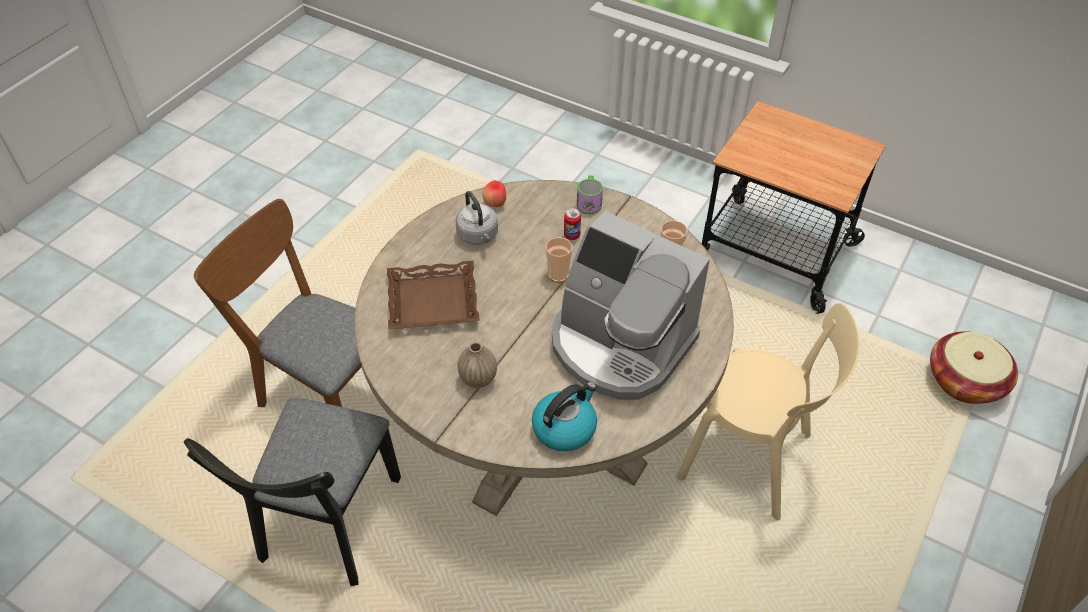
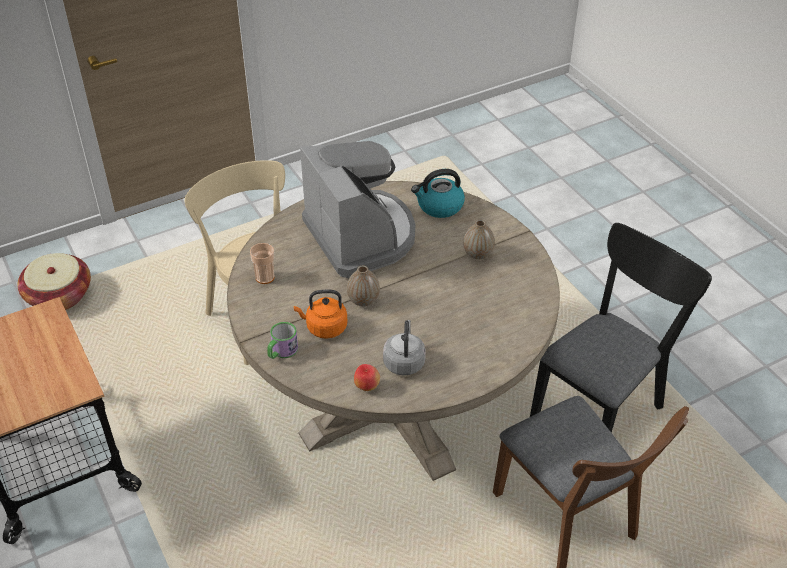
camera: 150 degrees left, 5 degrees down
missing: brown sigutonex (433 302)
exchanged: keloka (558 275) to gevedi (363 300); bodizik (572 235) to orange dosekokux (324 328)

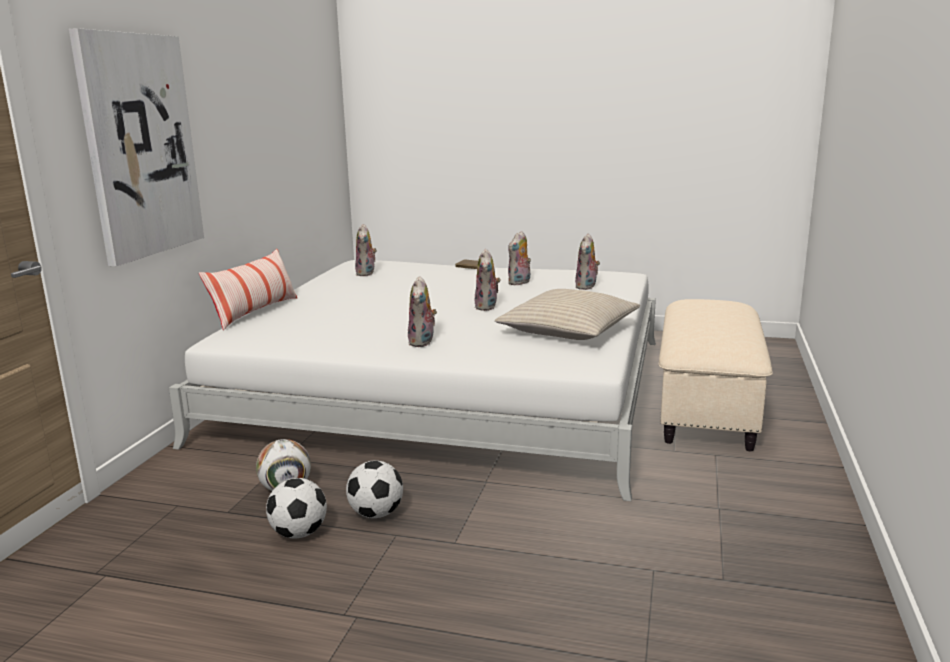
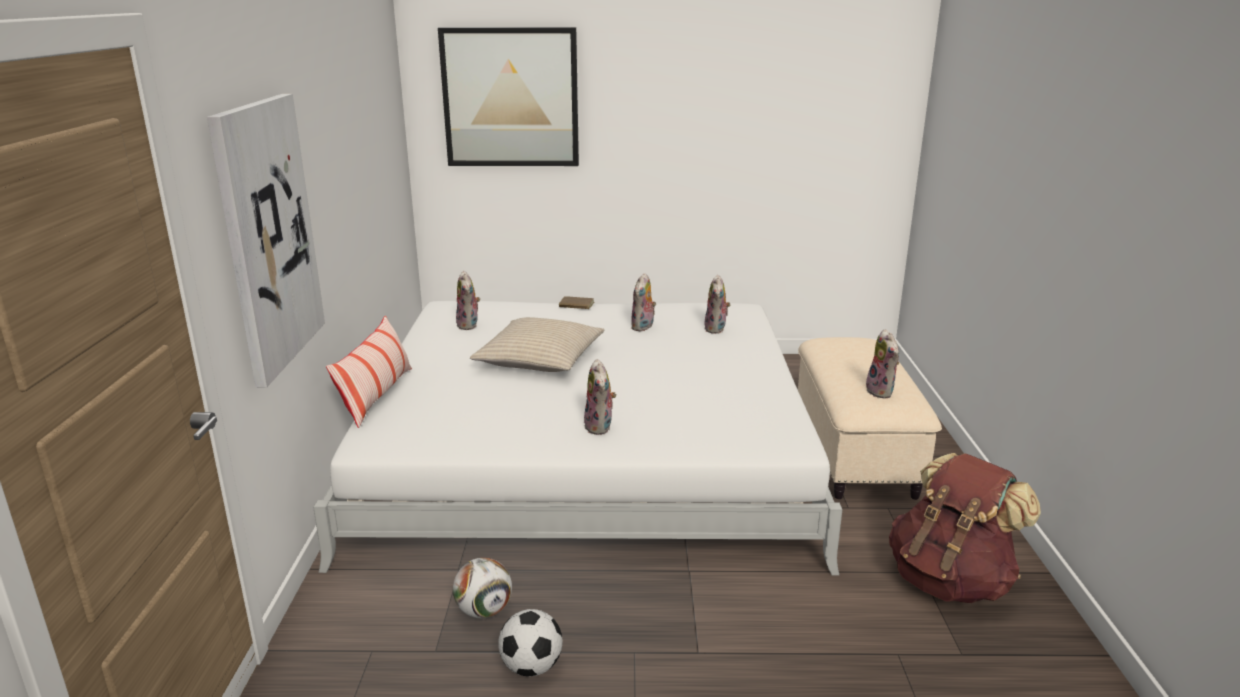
camera: 15 degrees left, 5 degrees up
missing: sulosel (376 514)
appeared: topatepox (510 98); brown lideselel (950 581)
relocated: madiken (487 307) to (882 392); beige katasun (568 330) to (539 359)

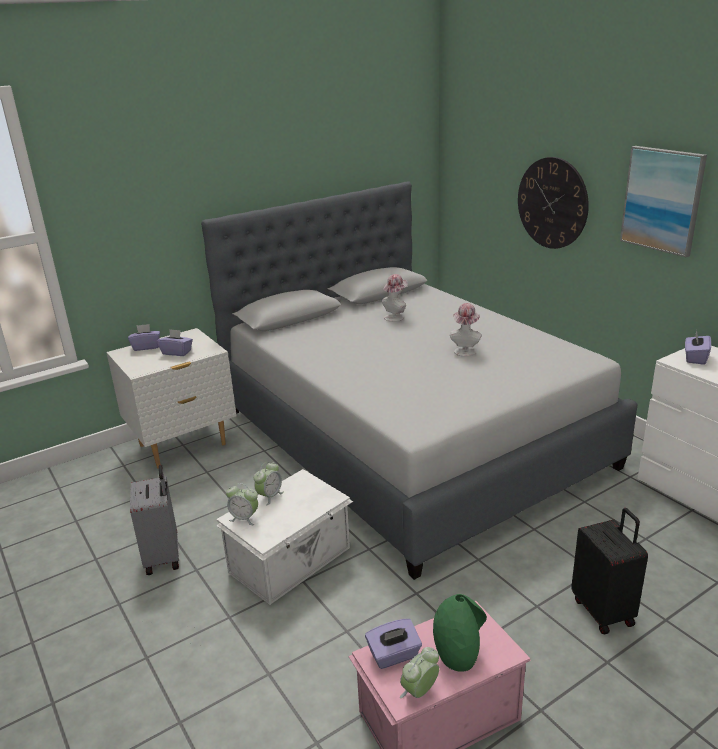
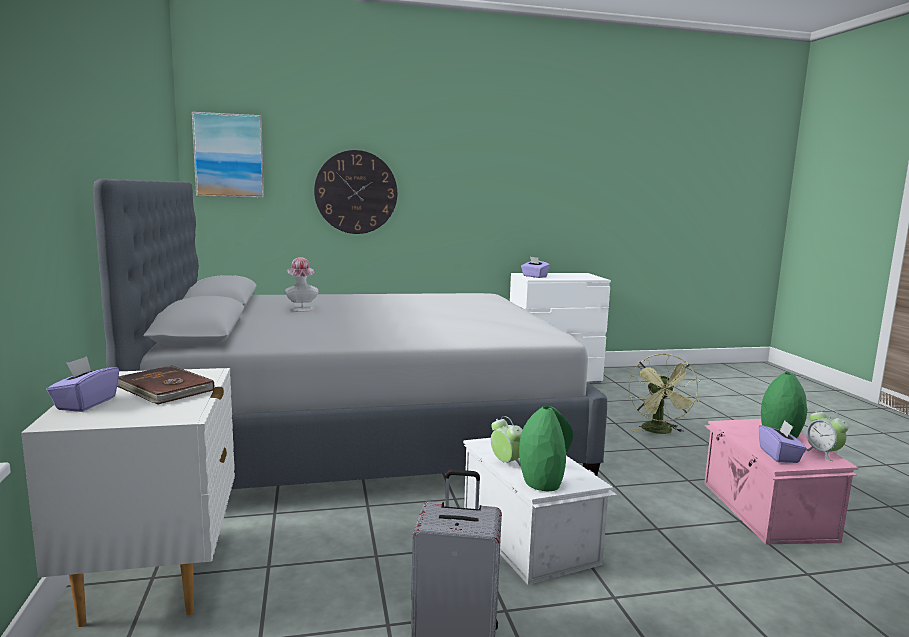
camera: 70 degrees left, 15 degrees down
missing: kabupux (465 350)
relocated: topatepox (662 200) to (229 156)
exchanged: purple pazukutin (177 352) to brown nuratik (164 389); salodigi (244 518) to green gevedi (543 482); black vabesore (604 611) to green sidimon (660 431)

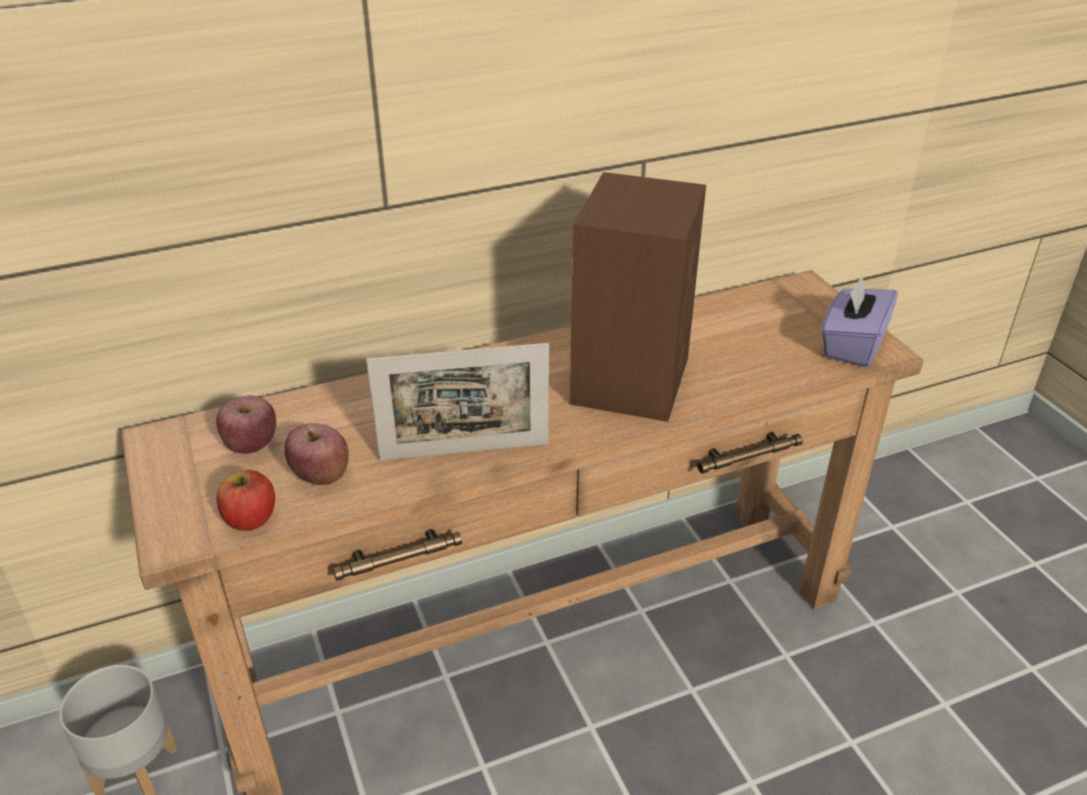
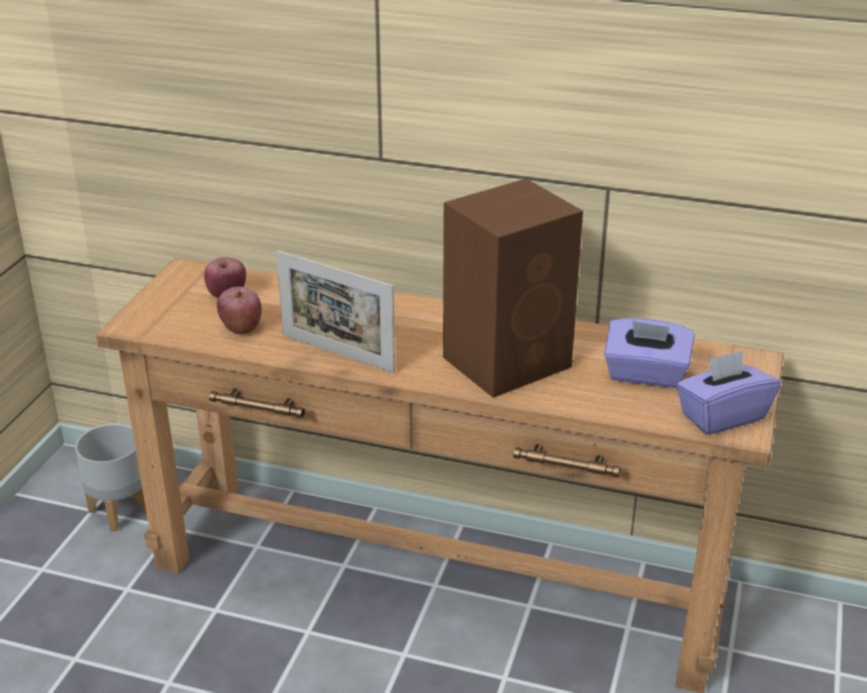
camera: 40 degrees right, 5 degrees down
missing: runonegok (250 518)
appeared: purple pazukutin (645 375)

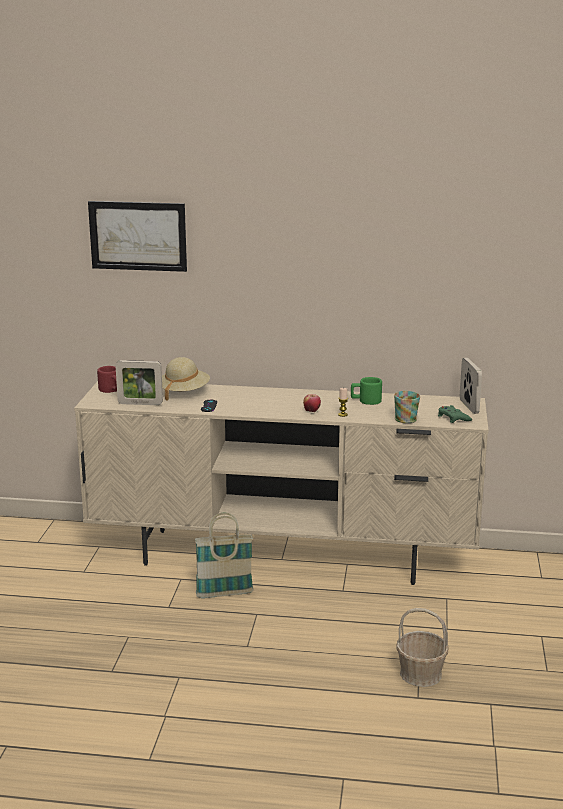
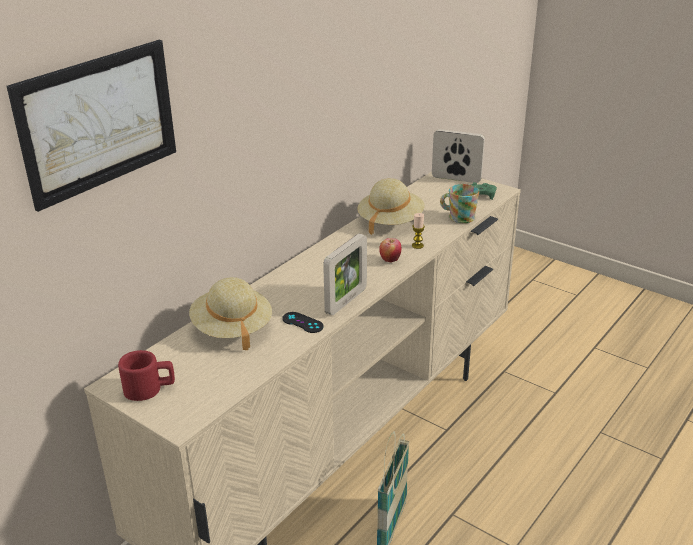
camera: 60 degrees left, 10 degrees up
missing: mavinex (421 674)
relocated: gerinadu (140 403) to (346 301)
exchanged: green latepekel (365 401) to beige kabupux (390 221)

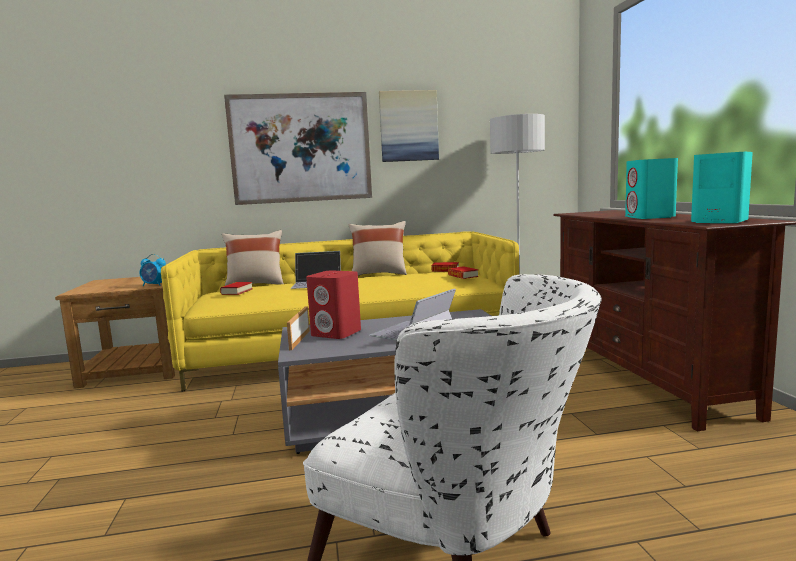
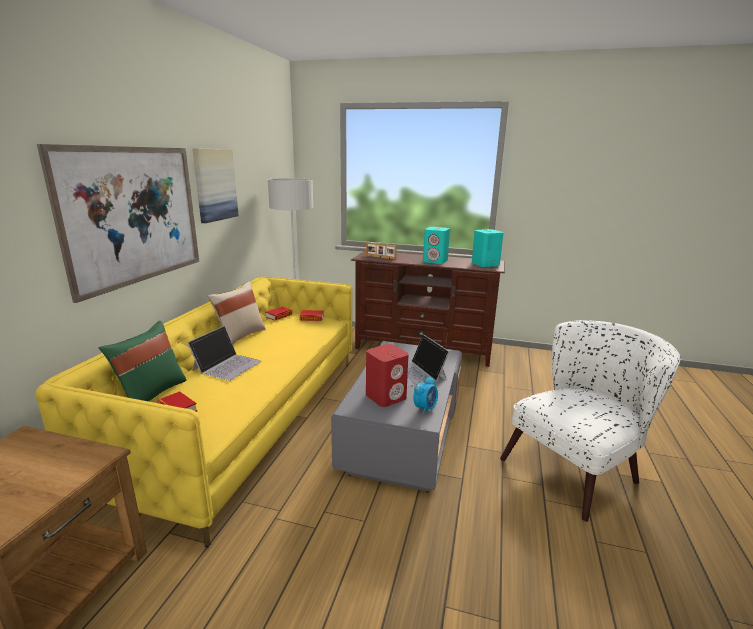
camera: 65 degrees left, 10 degrees up
relocated: salodigi (154 285) to (425 408); gerinadu (298 340) to (380 257)
colour: beige katasun (255 285) to green katasun (151 394)

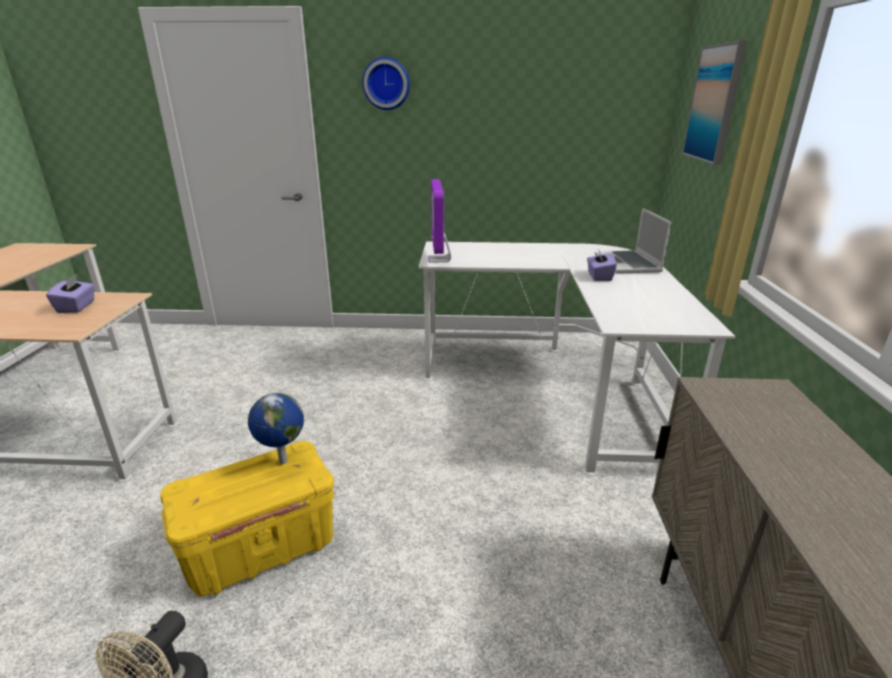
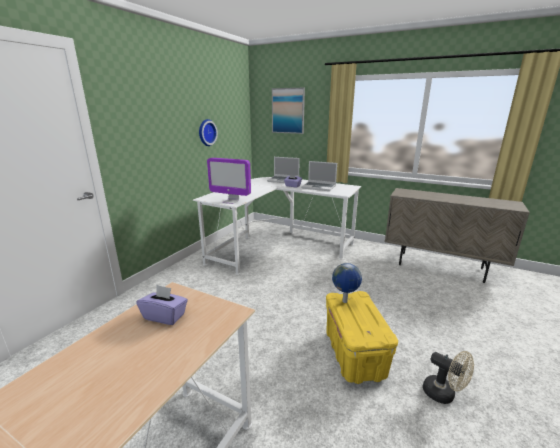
camera: 65 degrees left, 5 degrees down
appeared: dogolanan (319 187)
relocated: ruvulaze (386 84) to (206 132)

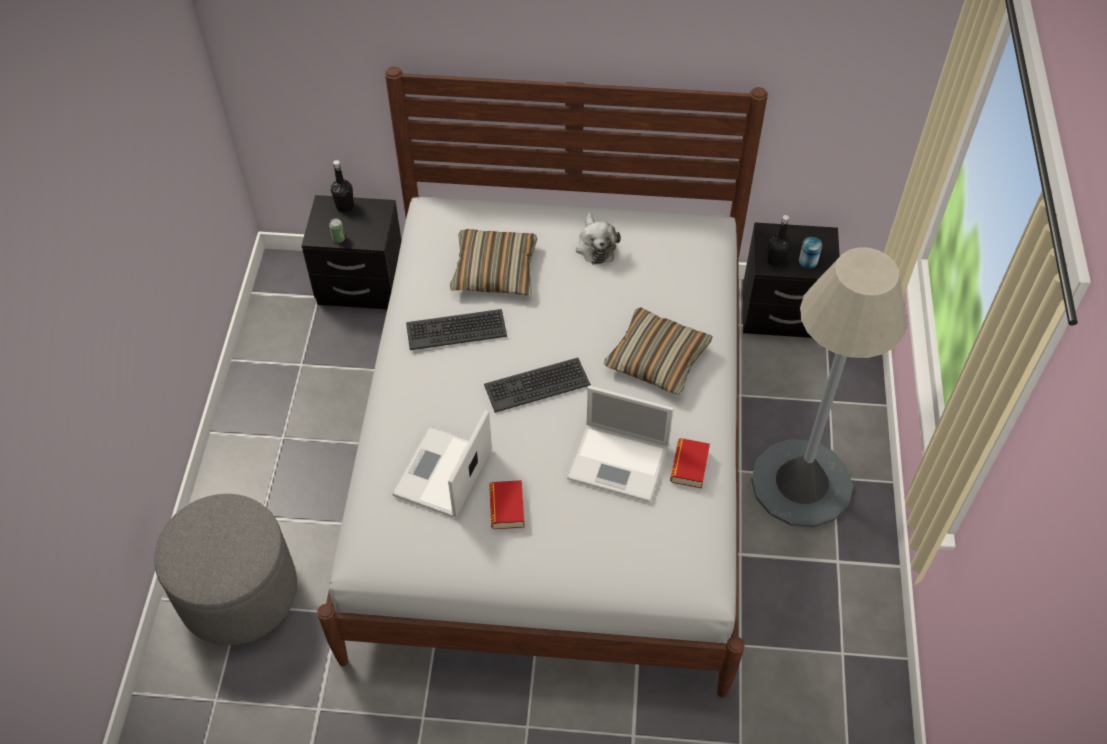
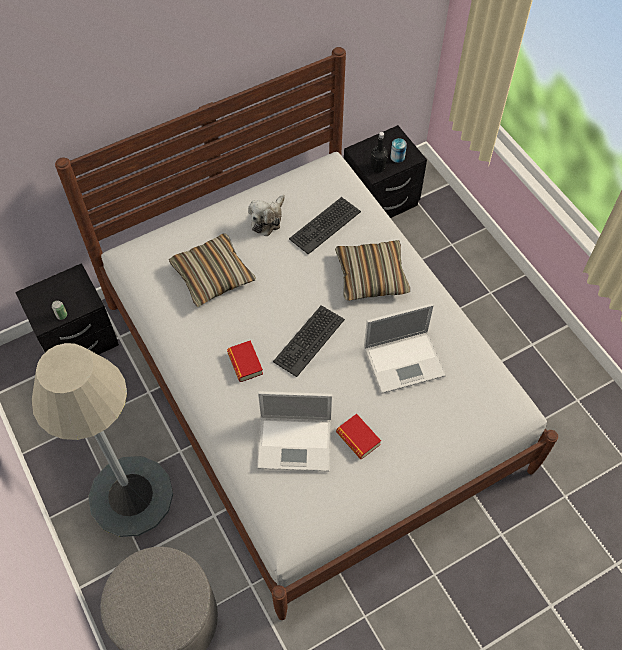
camera: 35 degrees left, 5 degrees up
missing: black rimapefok (345 206)
relocated: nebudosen (456 329) to (324 225); nuratik (689 466) to (245 363); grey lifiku (801 484) to (131 496)
spun: dogolanan (442 474) = (296 443) 75 degrees counterclockwise; madiken (595 246) = (267 219) 75 degrees clockwise

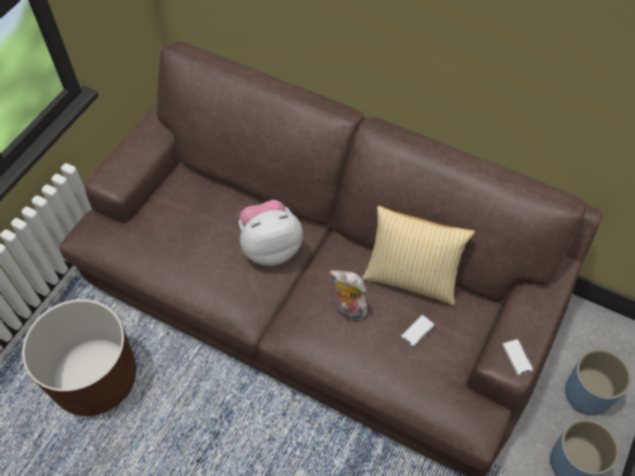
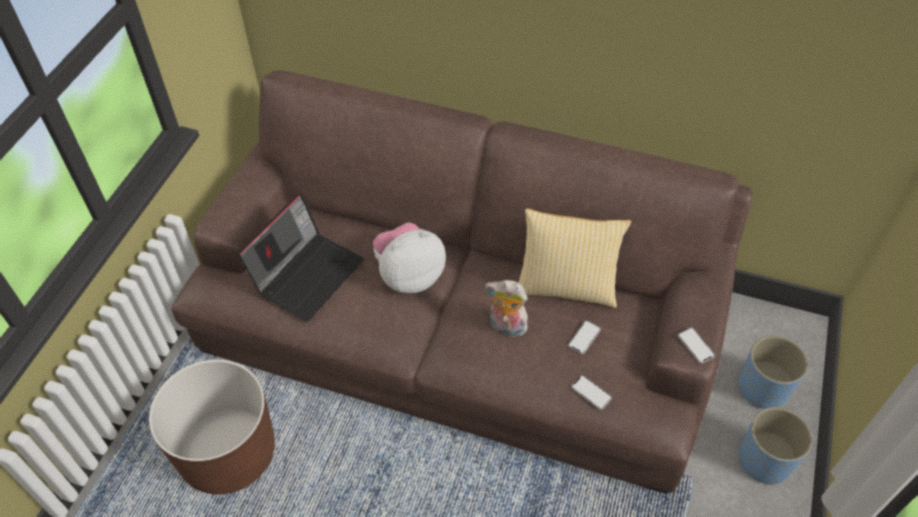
camera: 10 degrees left, 5 degrees down
appeared: dogolanan (307 273); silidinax (591 392)

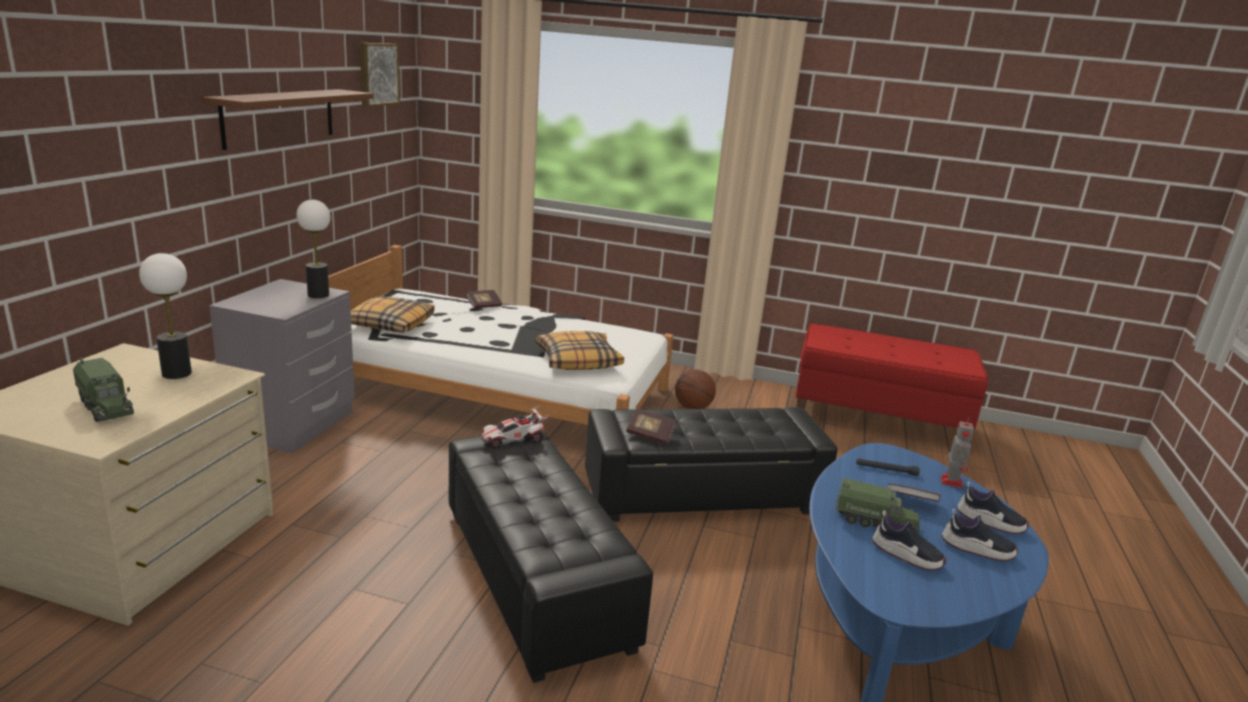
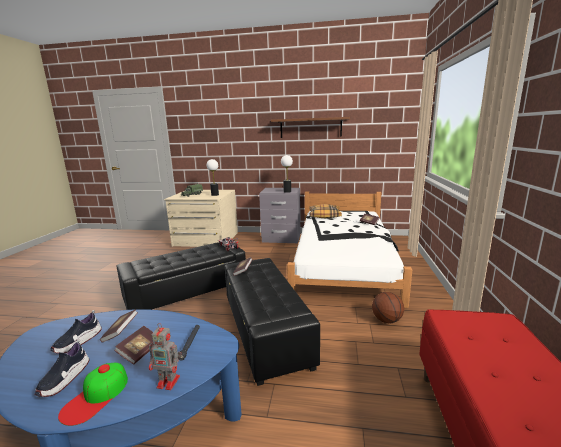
camera: 85 degrees right, 5 degrees down
missing: topatepox (377 74); katasun (578 360)
exchanged: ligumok (875 522) to nuratik (121 332); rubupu (990 522) to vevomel (96 396)

